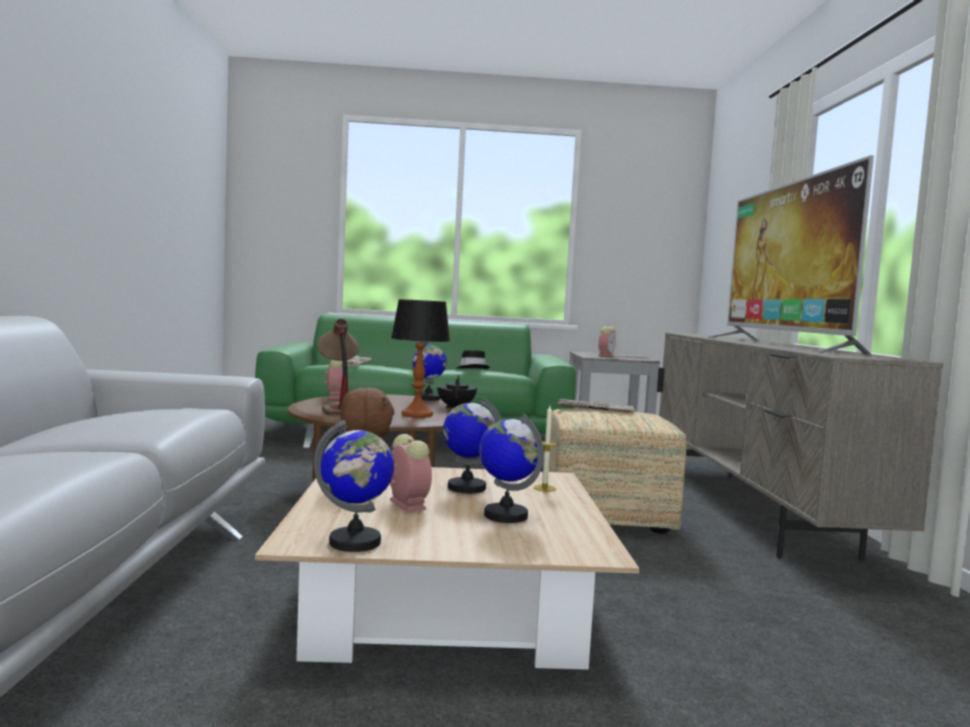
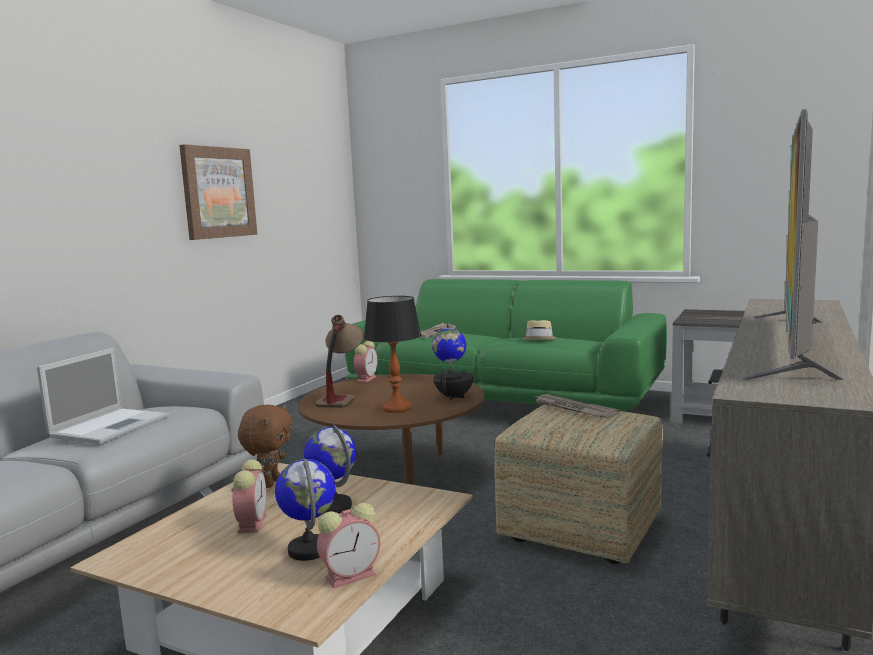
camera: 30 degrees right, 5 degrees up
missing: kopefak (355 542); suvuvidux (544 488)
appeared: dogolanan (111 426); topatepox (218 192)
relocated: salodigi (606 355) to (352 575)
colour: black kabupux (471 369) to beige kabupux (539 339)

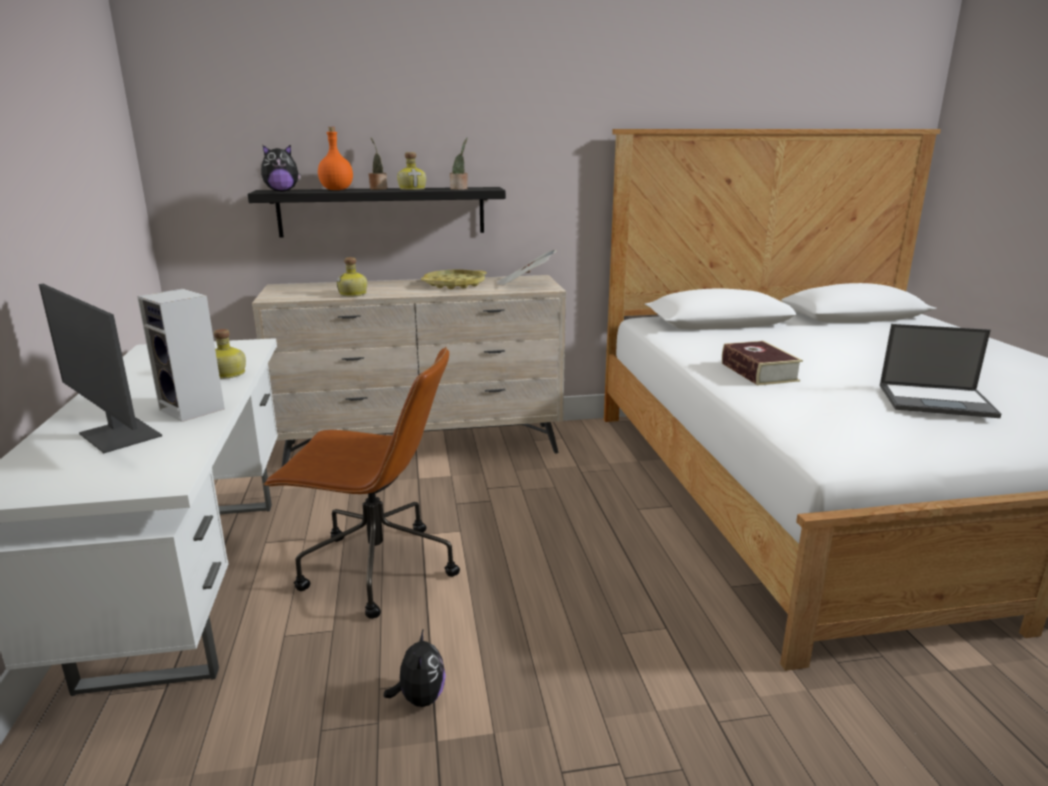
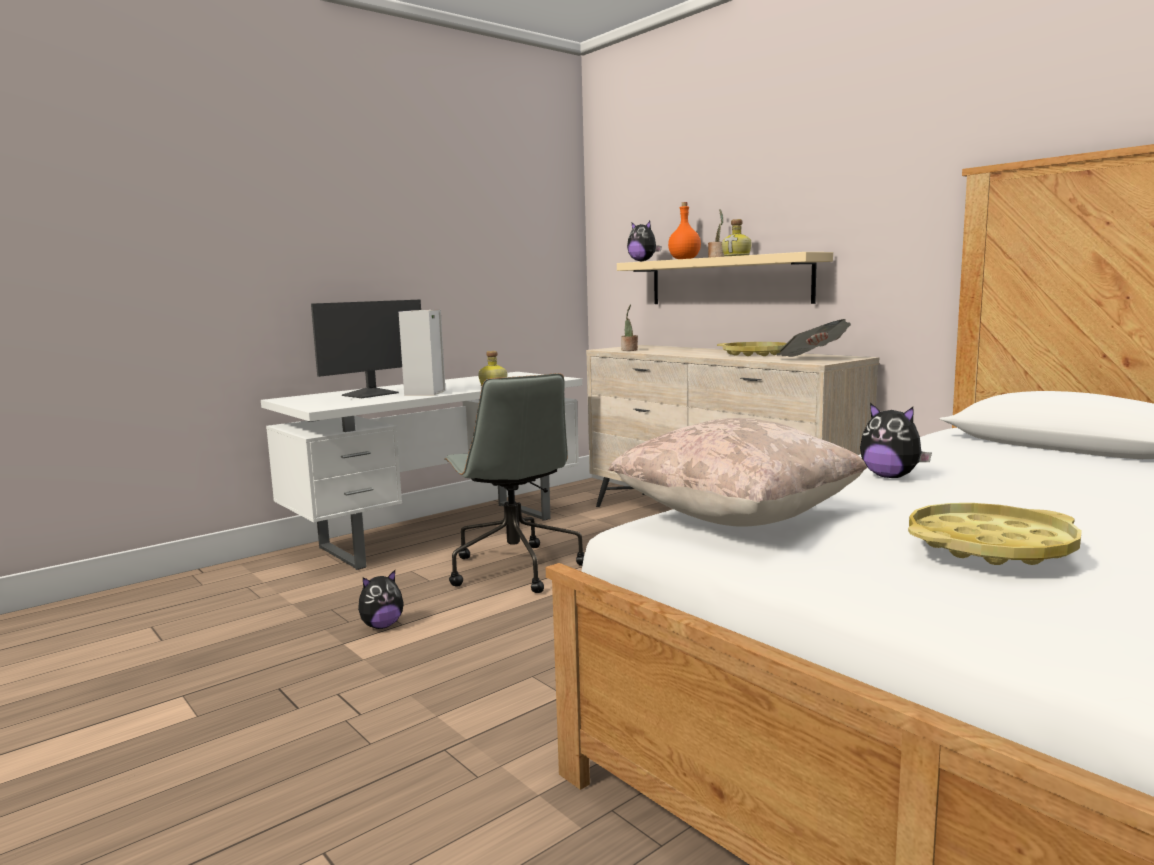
camera: 60 degrees right, 10 degrees down
missing: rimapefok (353 294)
appeared: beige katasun (737 518)
relocated: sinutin (460 189) to (629 350)
exchanged: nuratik (759 372) to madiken (890 477); dogolanan (937 400) to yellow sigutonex (990 546)
colour: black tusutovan (382 211) to beige tusutovan (727 281); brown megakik (375 569) to grey megakik (513 568)
spun: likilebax (118 436) = (371 394) 150 degrees counterclockwise

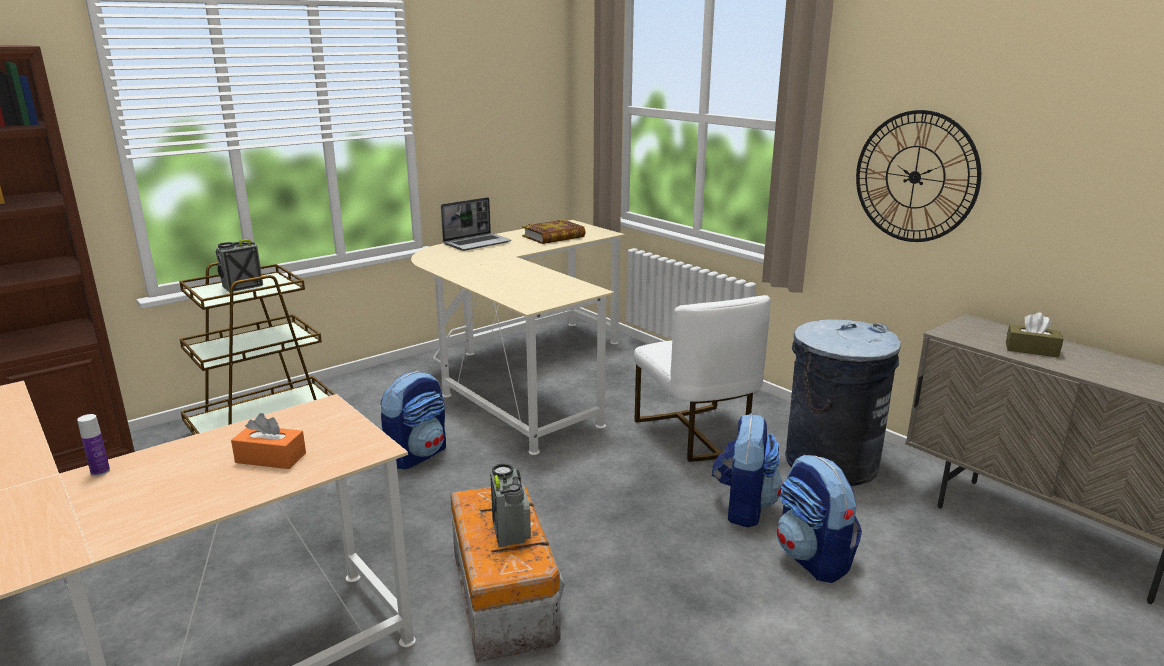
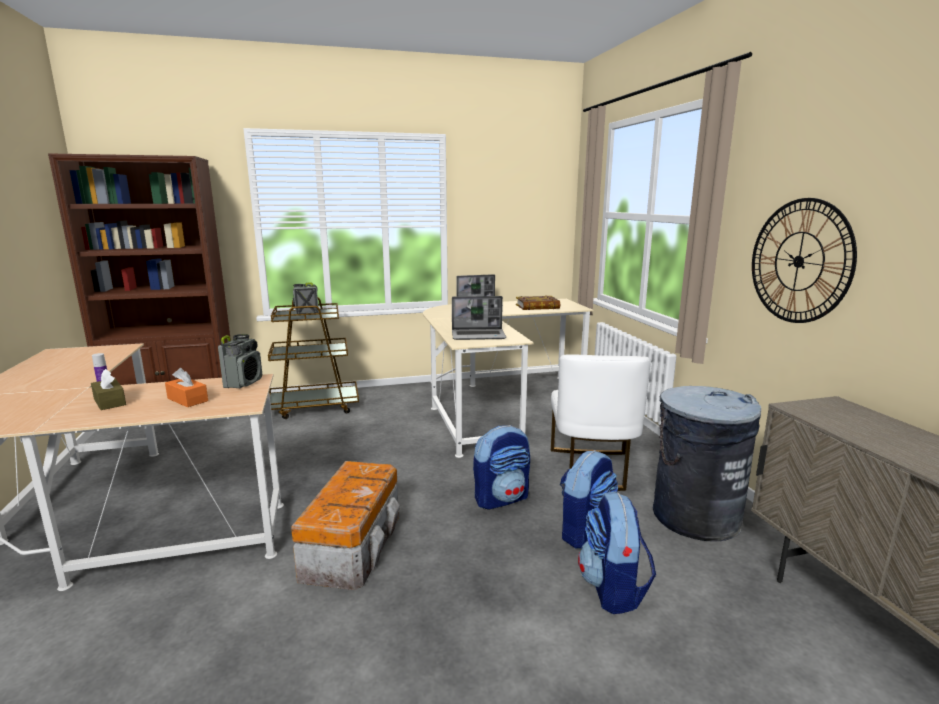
camera: 25 degrees right, 5 degrees down
appeared: dogolanan (479 335)
relocated: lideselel (417 455) to (502 498); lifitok (511 531) to (244 383); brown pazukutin (1031 349) to (109 402)

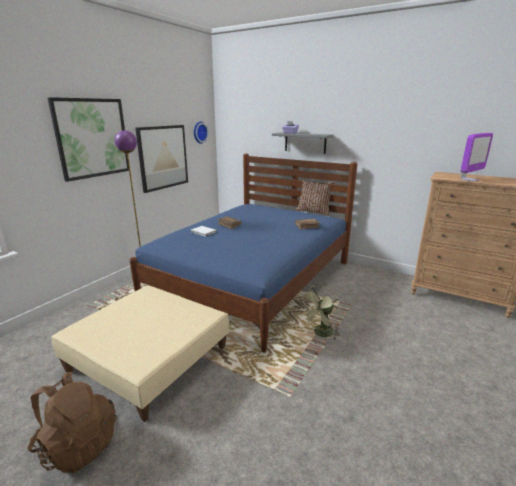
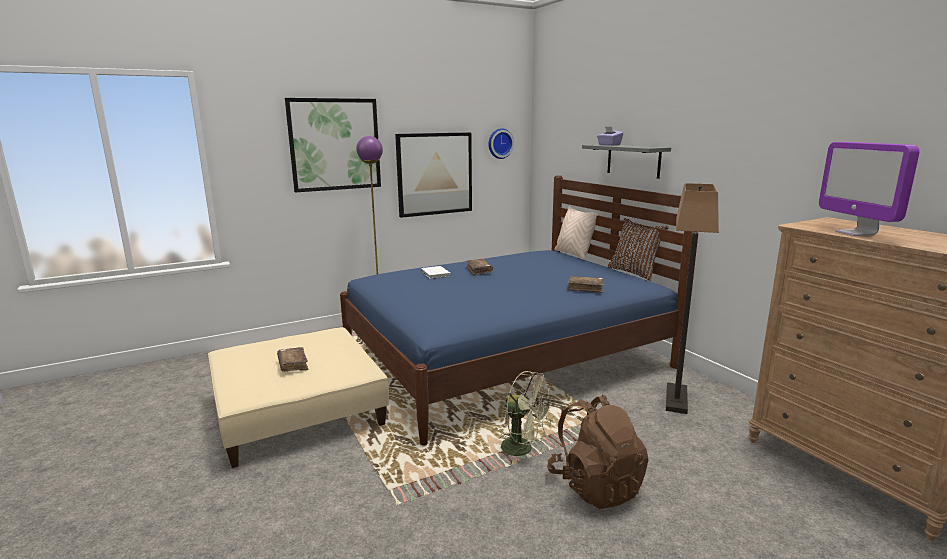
camera: 30 degrees right, 5 degrees down
appeared: brown nuratik (293 364); beige katasun (573 254); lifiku (676 400)
relocated: brown lideselel (77 445) to (595 486)
spun: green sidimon (321 334) = (523 449) 135 degrees counterclockwise; likilebax (469 179) = (855 233) 90 degrees clockwise

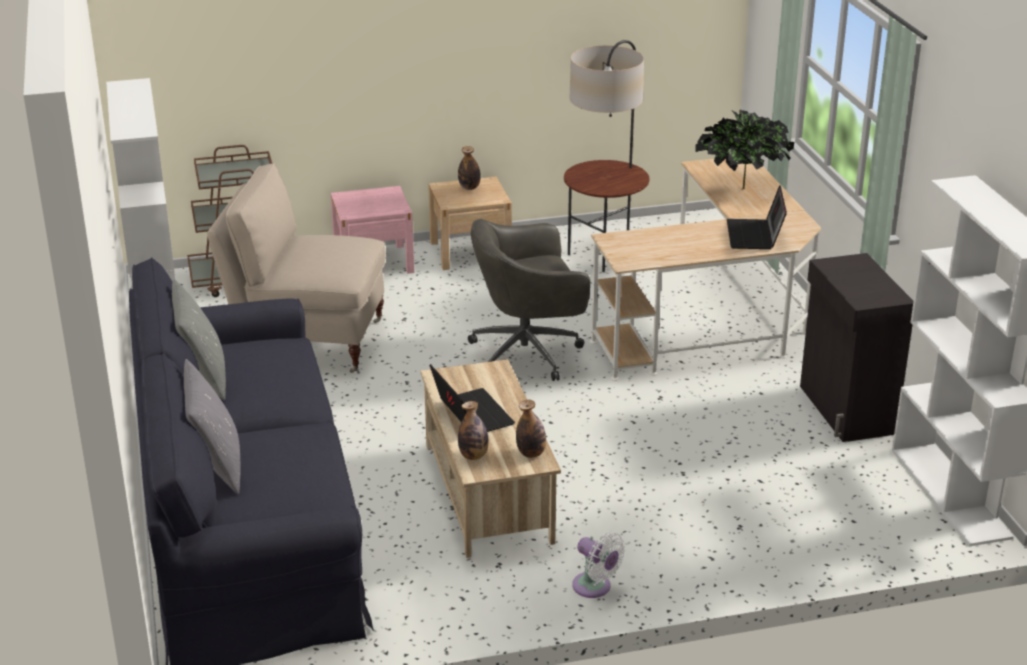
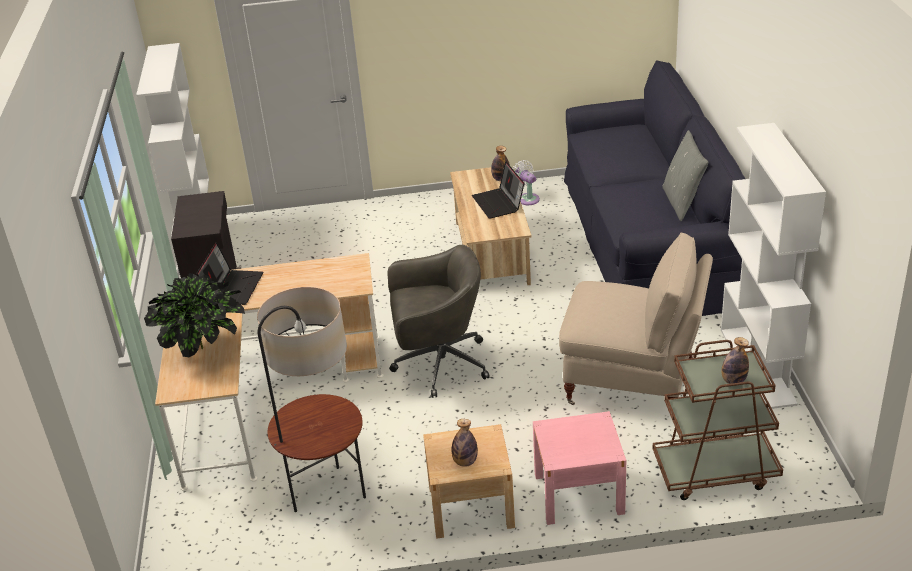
camera: 170 degrees left, 5 degrees up
missing: grey katasun (217 466)
relocated: rimapefok (531 453) to (733 381); white sidimon (595 587) to (527 198)

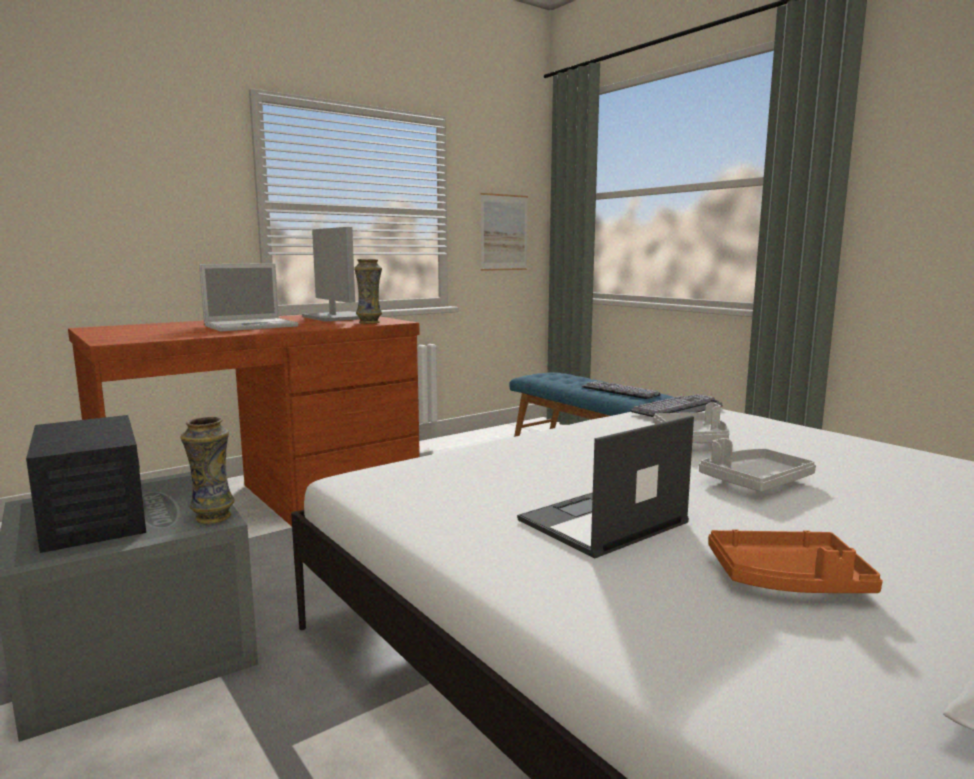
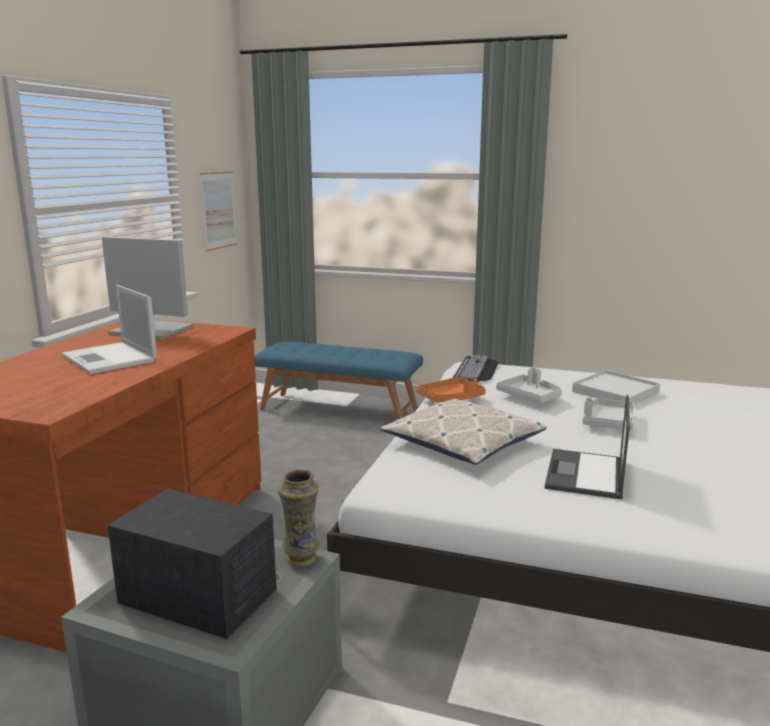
camera: 35 degrees left, 5 degrees up
missing: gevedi (370 322); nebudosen (623 390)
appeared: katasun (463 443); white sigutonex (615 392)
relocated: orange sigutonex (788 580) to (451 398)
spun: dogolanan (252 326) = (110 359) 120 degrees clockwise

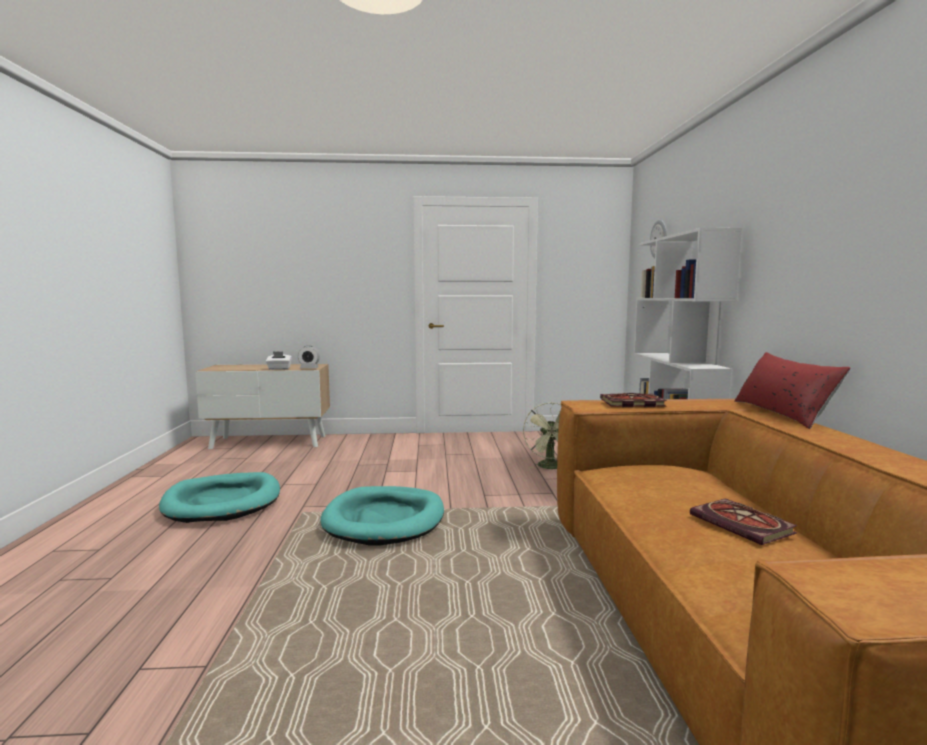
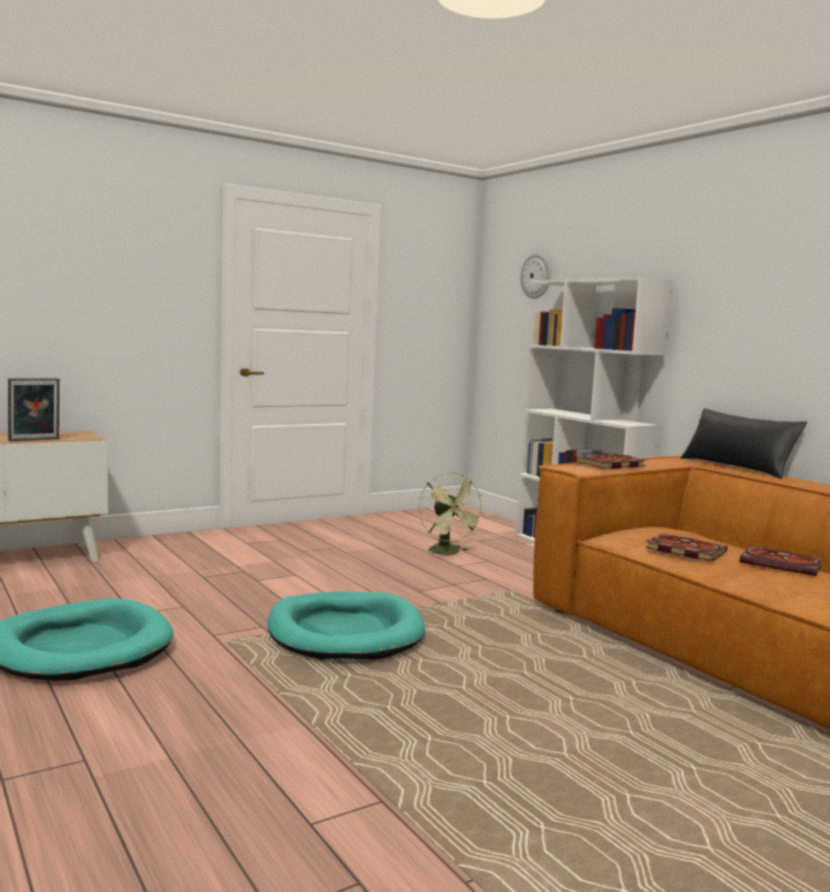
camera: 30 degrees left, 0 degrees up
missing: salodigi (309 368)
appeared: nuratik (683 550)
exchanged: white pazukutin (279 369) to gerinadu (34 440)
colour: red katasun (782 413) to black katasun (737 467)

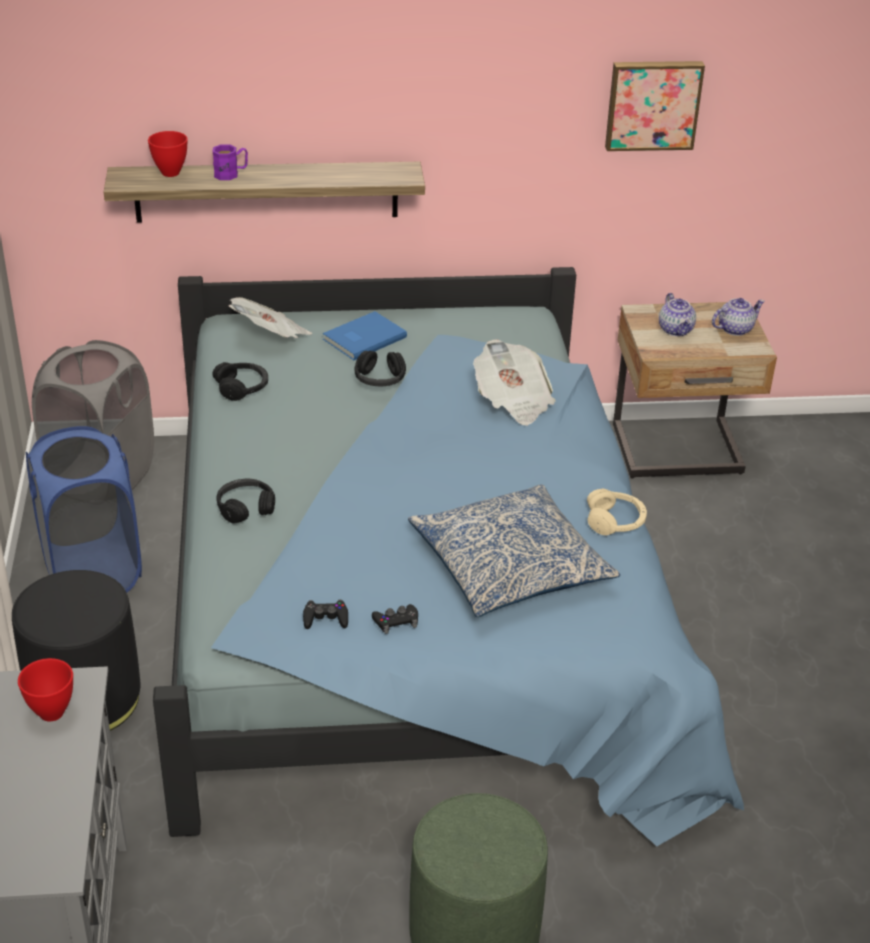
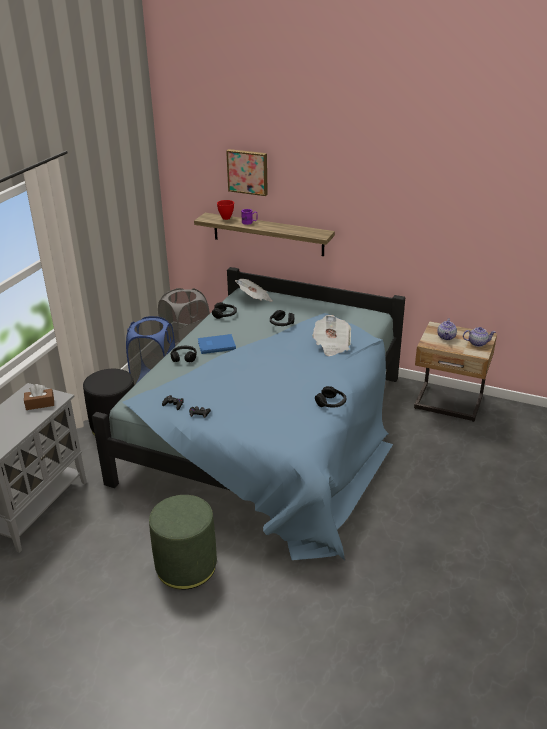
camera: 30 degrees right, 5 degrees down
missing: katasun (509 566)
relocated: blue nuratik (362 338) to (216 345); topatepox (652 104) to (248 172)
exchanged: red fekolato (51 713) to brown pazukutin (40 404)
colour: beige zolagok (615 521) to black zolagok (331 403)

